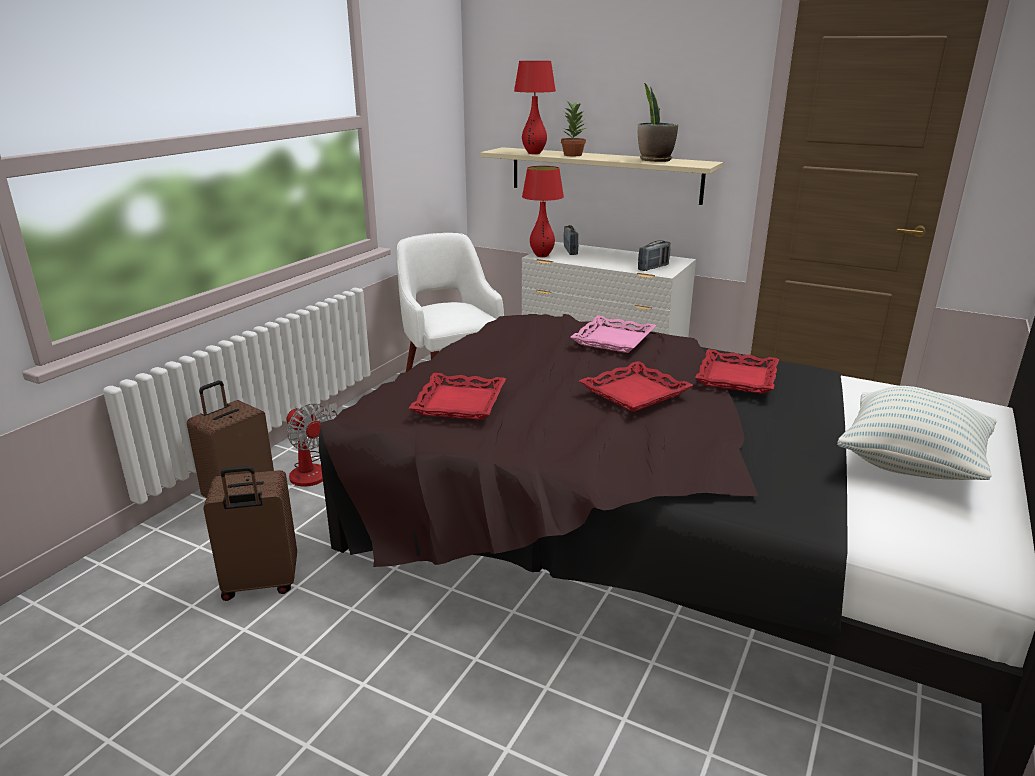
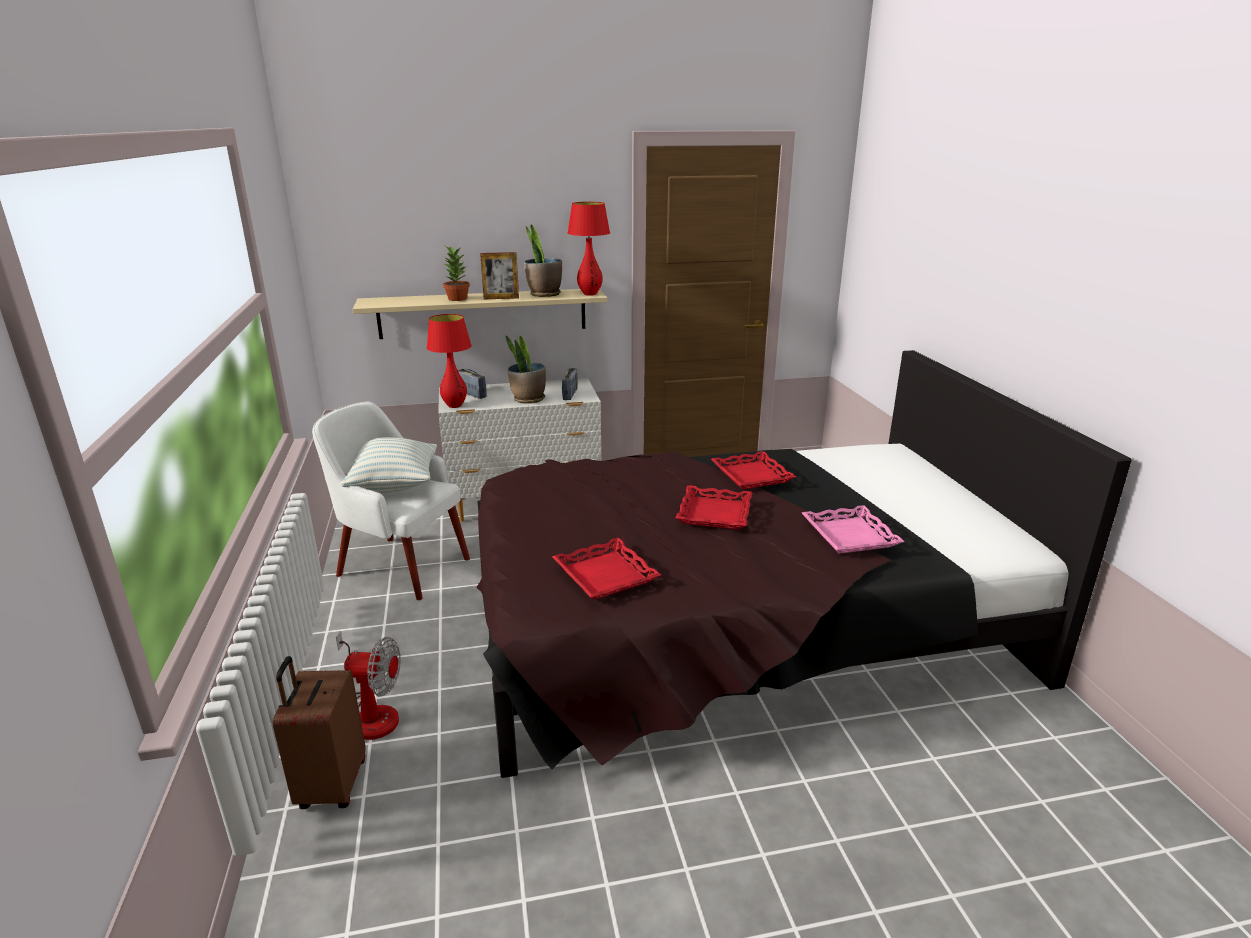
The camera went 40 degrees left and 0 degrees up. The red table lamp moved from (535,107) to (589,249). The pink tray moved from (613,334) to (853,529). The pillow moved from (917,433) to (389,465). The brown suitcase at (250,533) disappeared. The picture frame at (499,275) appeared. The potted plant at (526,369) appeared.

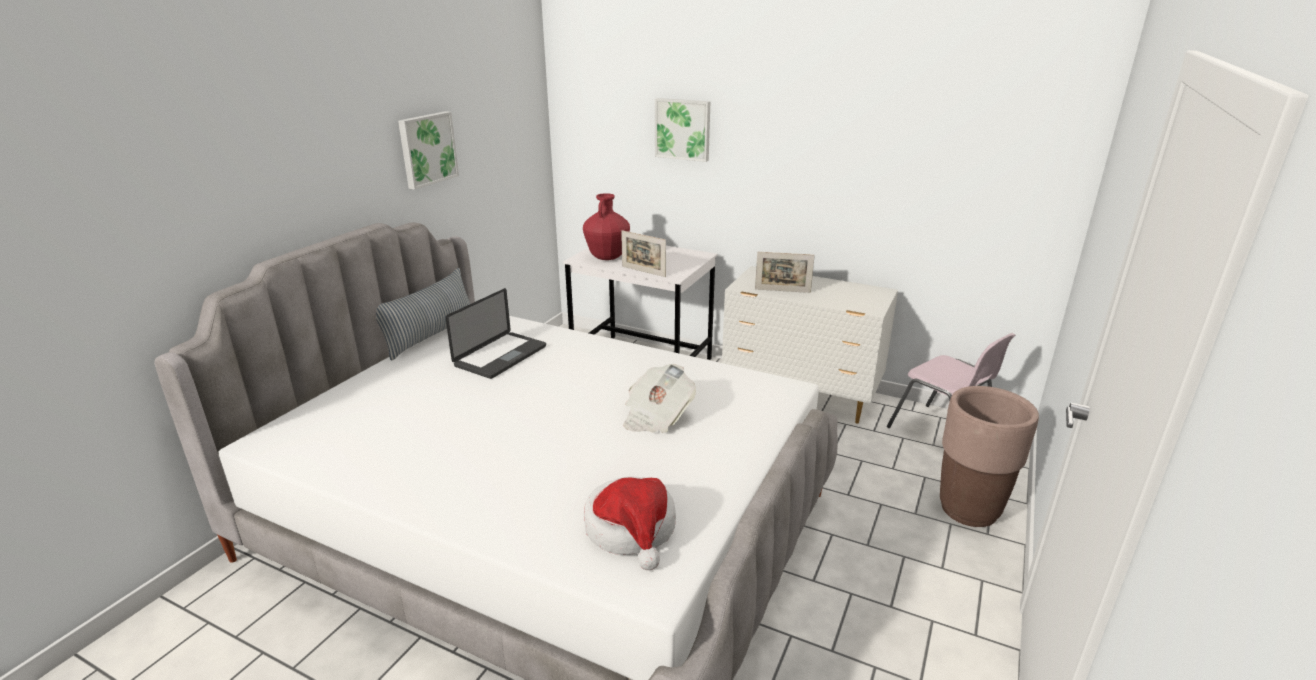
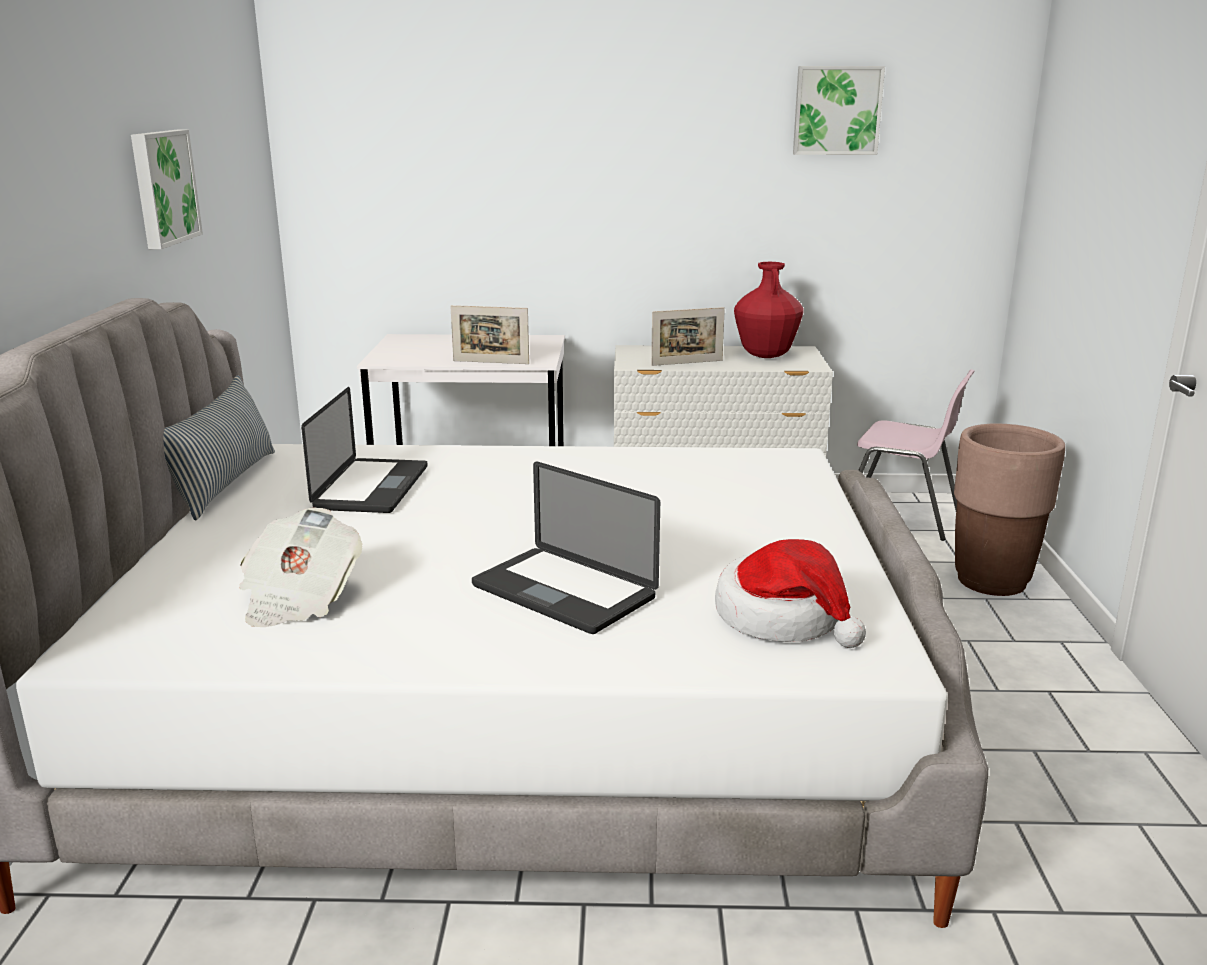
The camera went 25 degrees left and 5 degrees down. The picture moved from (682,130) to (839,110). The red vase moved from (606,226) to (769,310). The newspaper moved from (660,398) to (301,567). The laptop at (566,548) appeared.

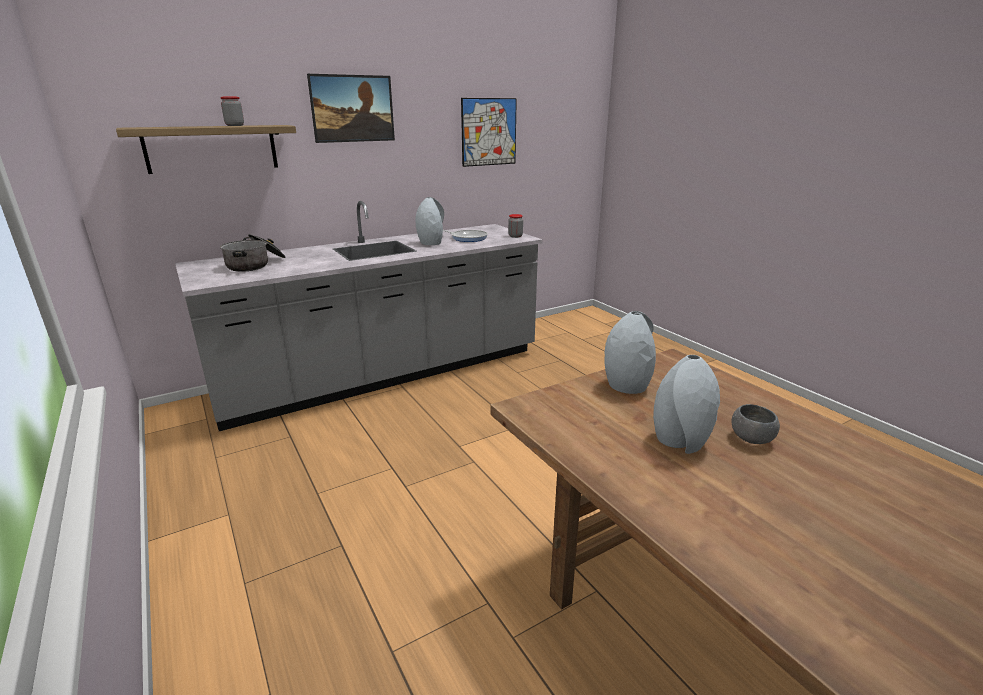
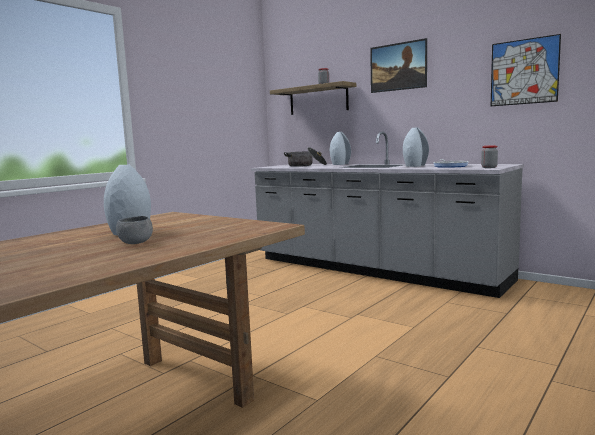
The camera went 70 degrees right and 15 degrees down. The grey vase moved from (630,352) to (340,148).

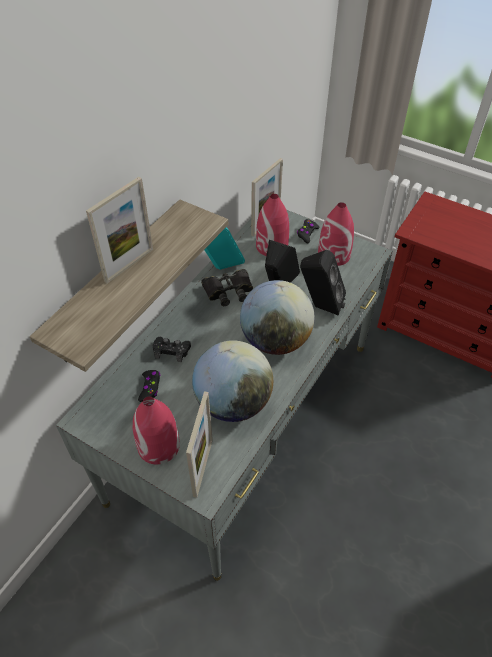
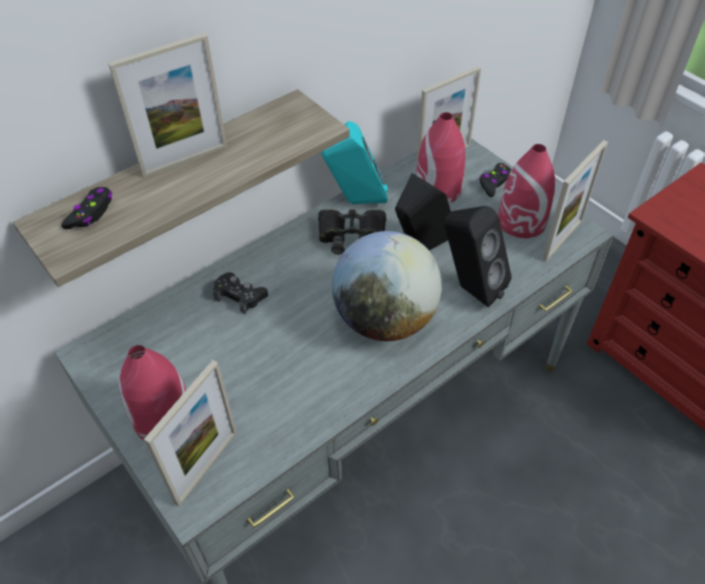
The camera went 20 degrees right and 0 degrees up. The globe at (232,381) disappeared. The black game controller moved from (149,386) to (86,208). The picture frame at (575,201) appeared.

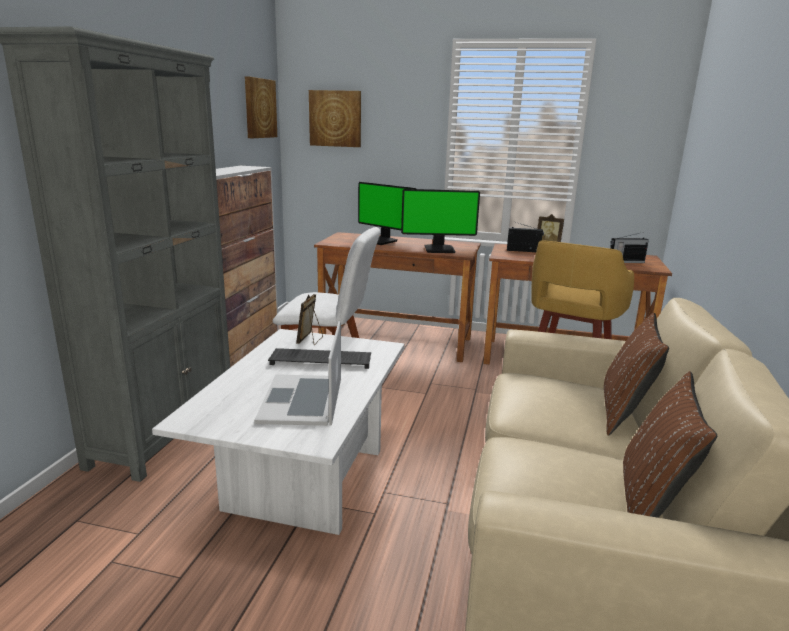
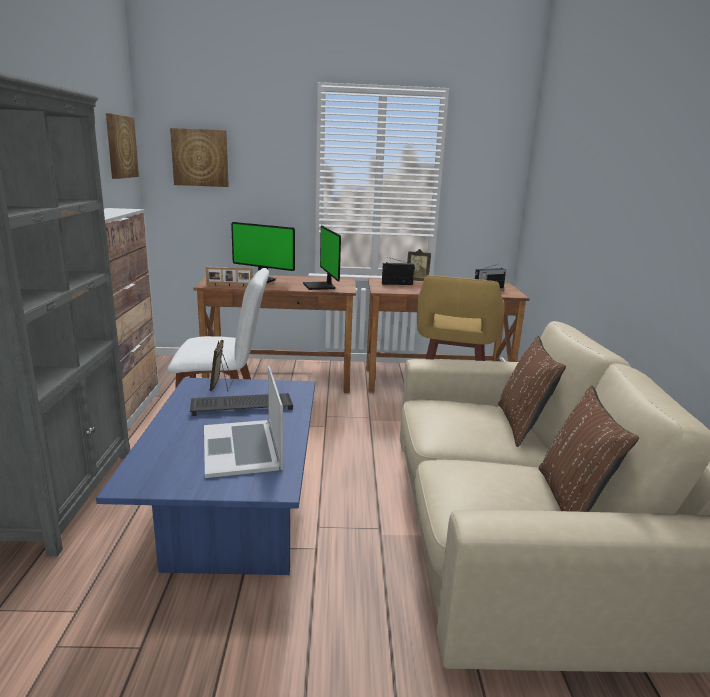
The camera went 15 degrees left and 0 degrees up. The monitor at (440,221) turned 90 degrees clockwise. The white coffee table at (278,432) became the blue coffee table at (205,476). The picture frame at (229,277) appeared.

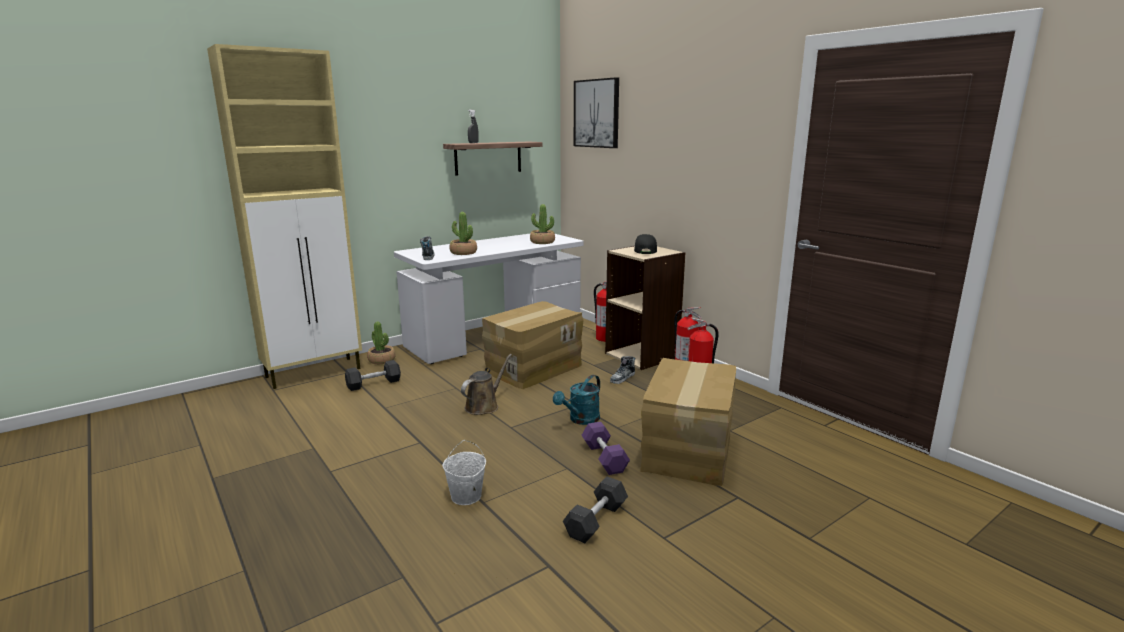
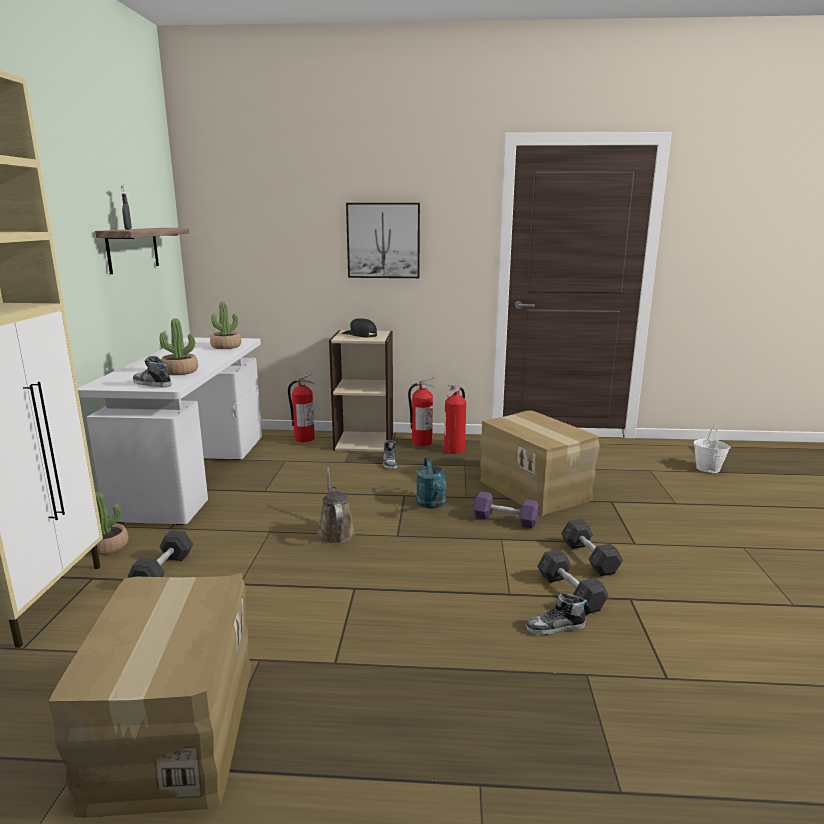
The camera went 50 degrees left and 0 degrees up. The picture moved from (596,112) to (383,240). The cardboard box moved from (532,345) to (150,695). The white bucket moved from (464,472) to (712,450). The grey dumbbell at (573,582) appeared. The shoe at (557,614) appeared.

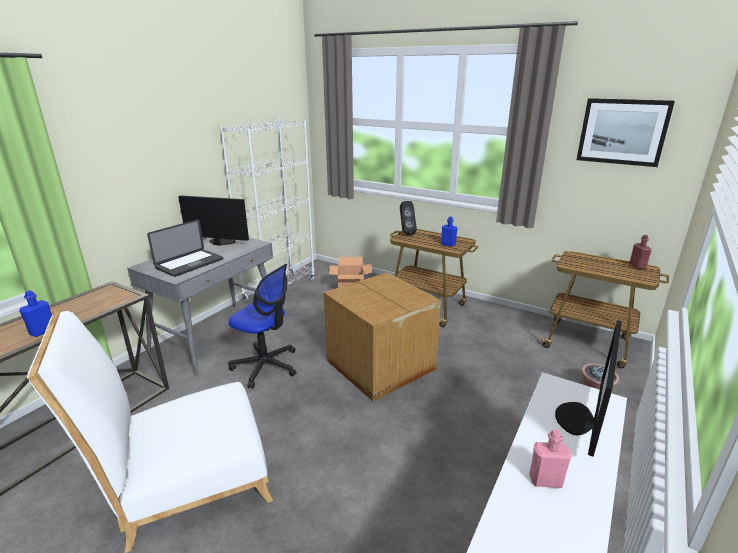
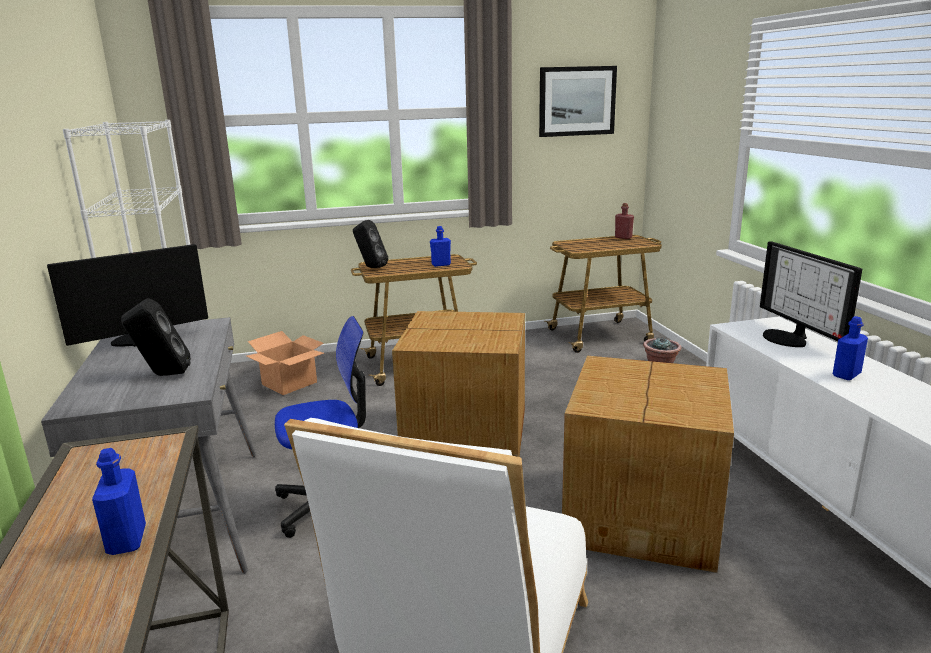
The camera went 45 degrees left and 5 degrees down. The laptop at (185,248) was replaced by the black speaker at (156,337). The pink bottle at (550,458) became the blue bottle at (850,348). The cardboard box at (648,464) appeared.

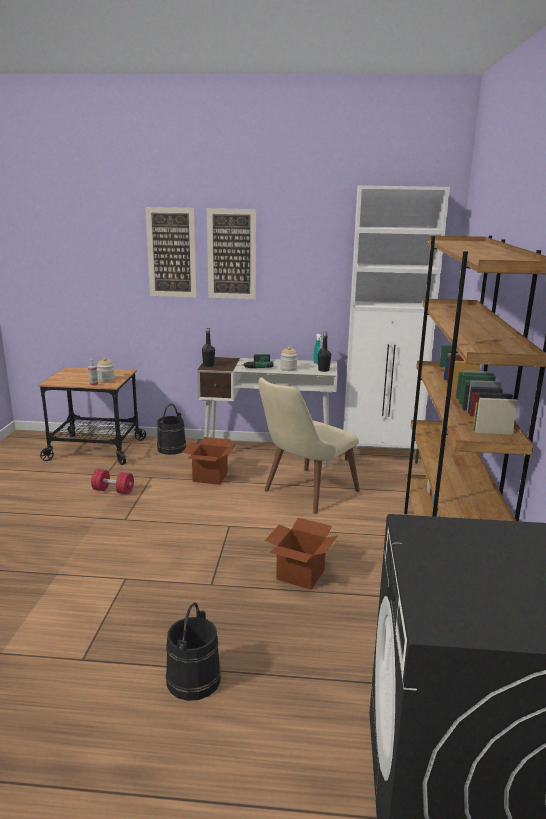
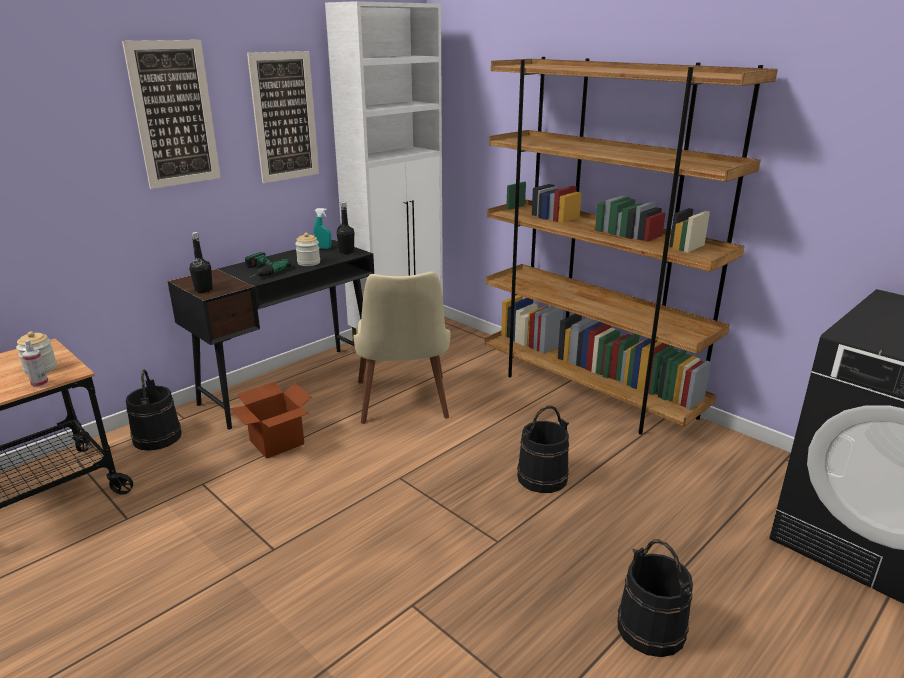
The camera went 50 degrees left and 5 degrees up. The picture moved from (171,252) to (283,117). The white desk at (267,412) became the black desk at (271,335). The red dumbbell at (112,481) disappeared. The cardboard box at (301,554) was replaced by the black bucket at (543,449).

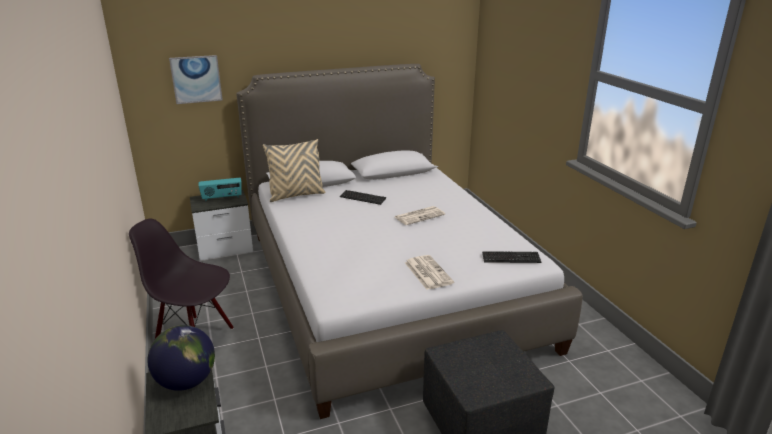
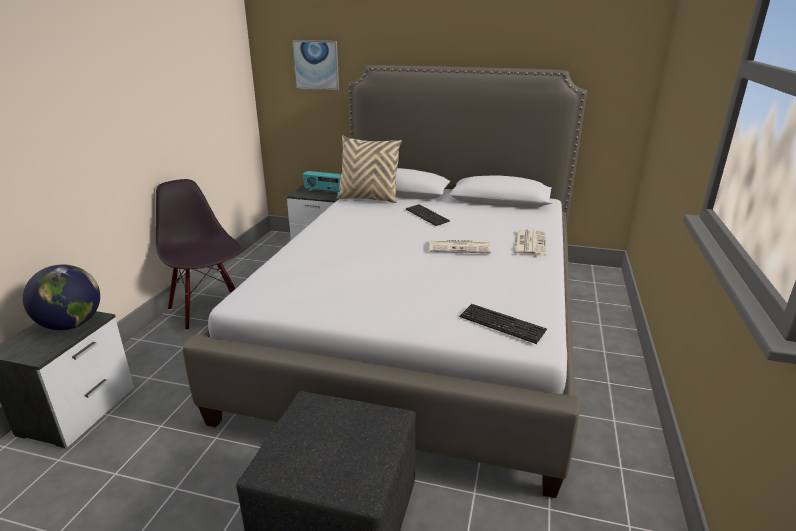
The camera went 35 degrees right and 0 degrees up. The newspaper moved from (429,272) to (529,243).

